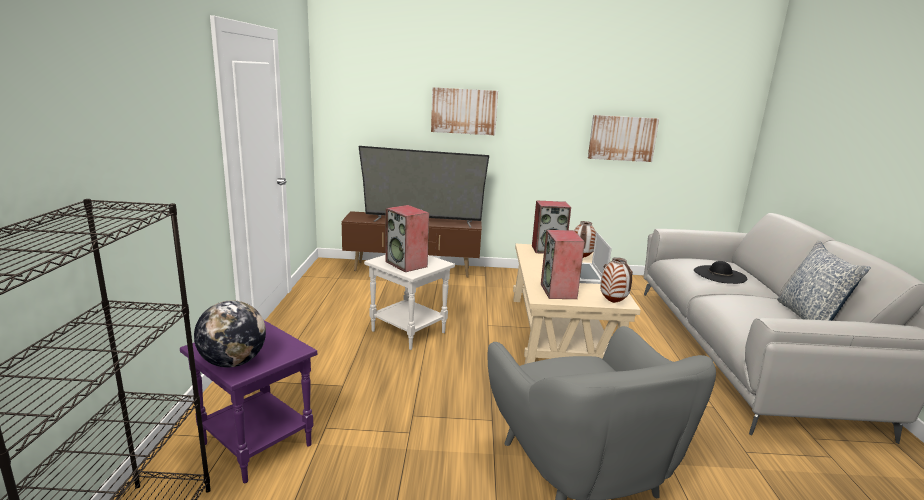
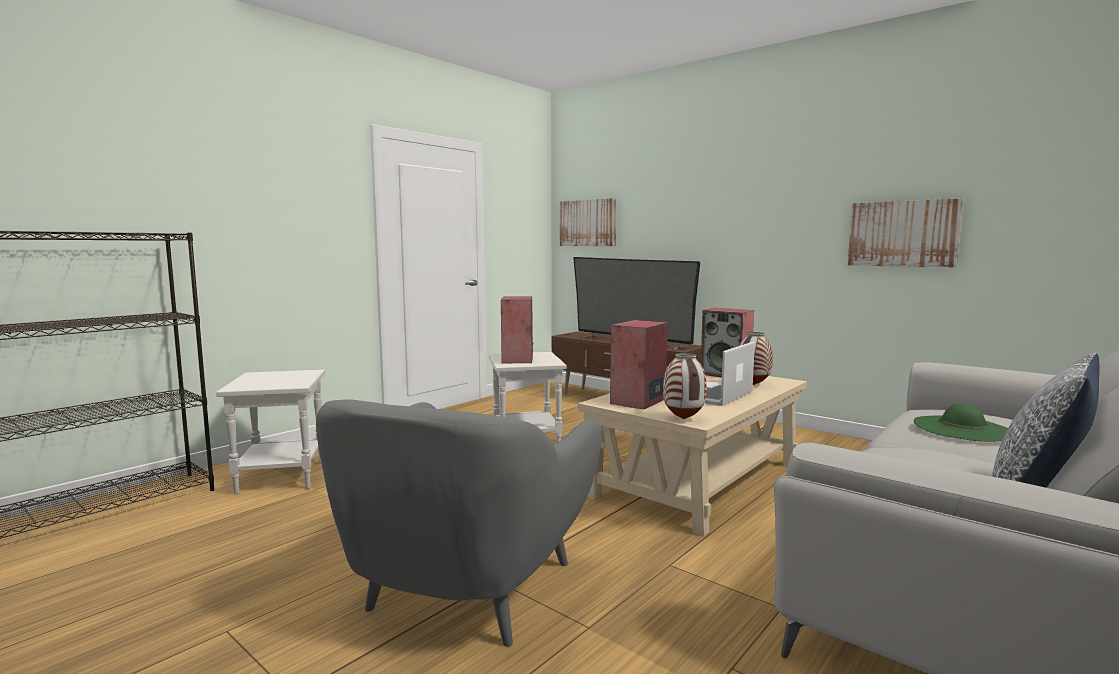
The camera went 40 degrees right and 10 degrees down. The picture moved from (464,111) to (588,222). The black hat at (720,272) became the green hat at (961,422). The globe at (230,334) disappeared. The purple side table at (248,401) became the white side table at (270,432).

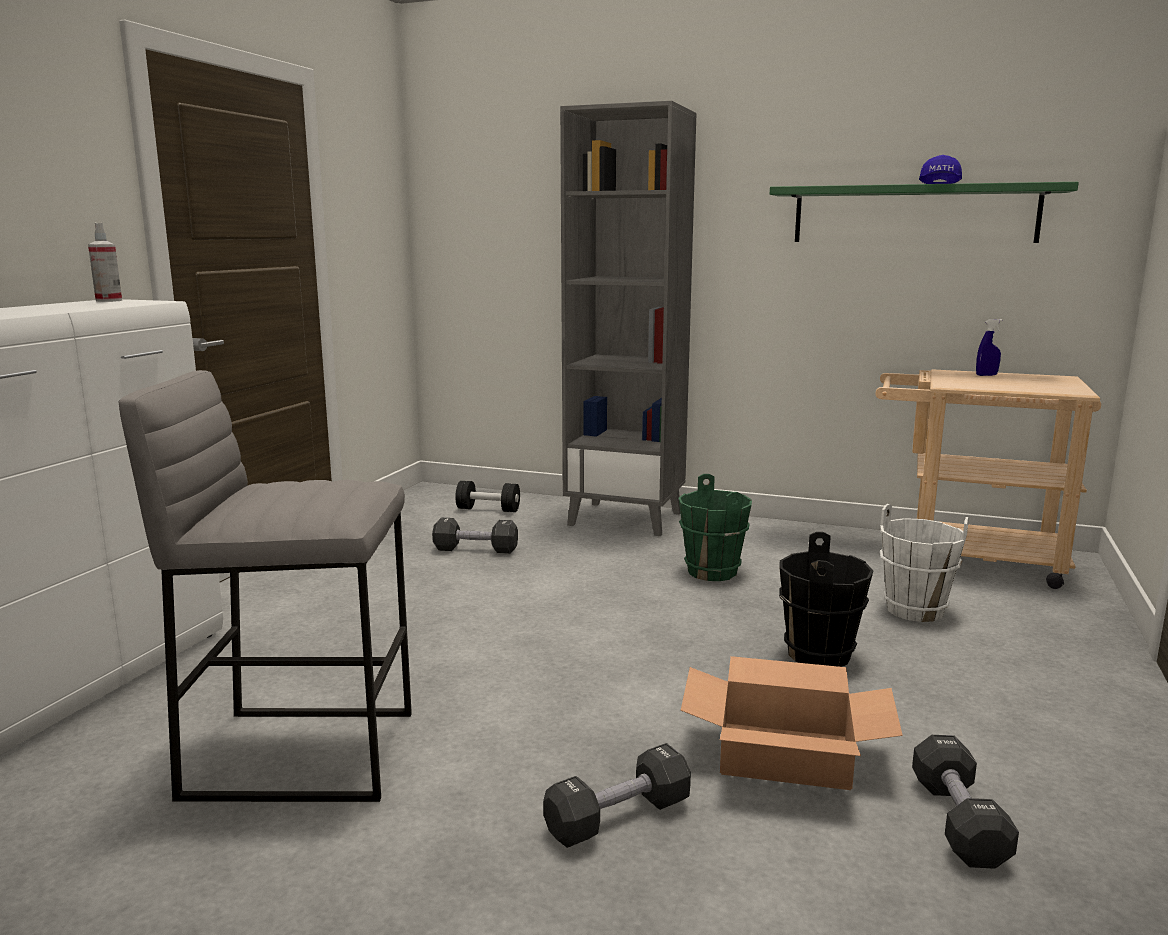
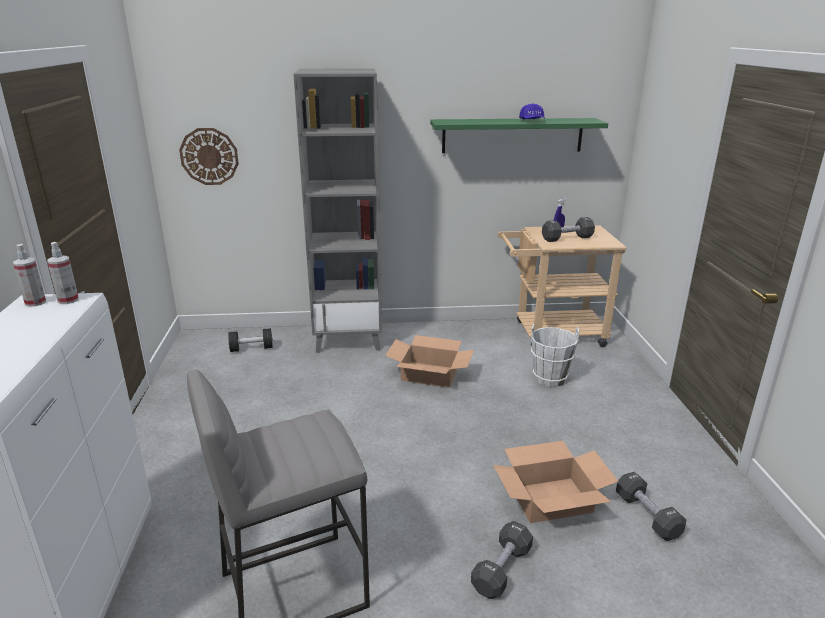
The camera went 25 degrees left and 10 degrees up. The green bucket at (715,527) was replaced by the cardboard box at (429,361). The black dumbbell moved from (475,536) to (568,229). The black bucket at (826,599) disappeared. The wall clock at (209,156) appeared. The spray bottle at (63,273) appeared.

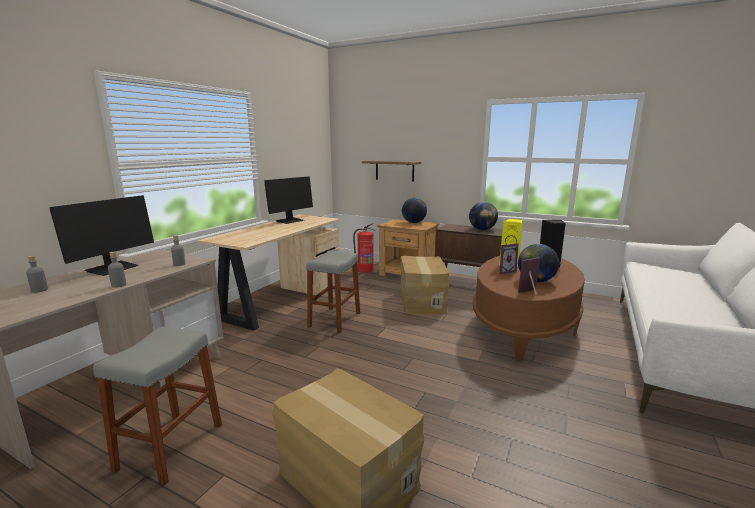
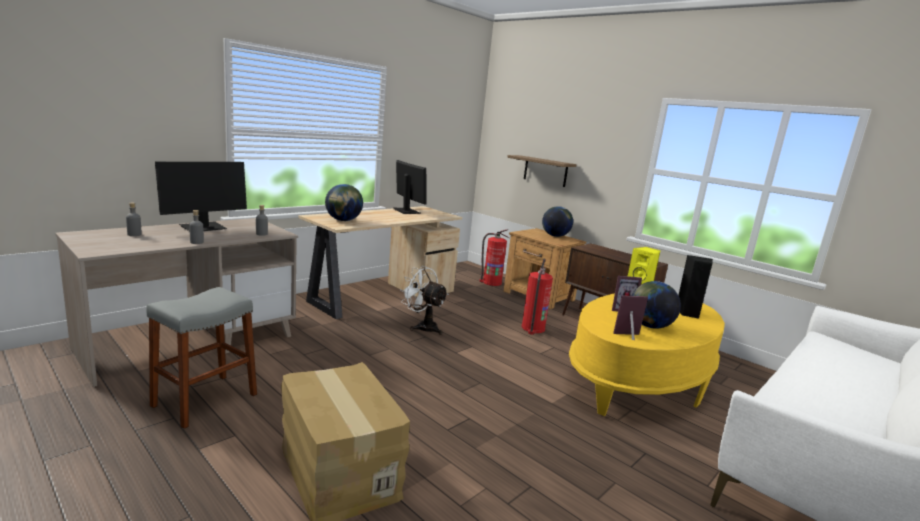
The camera went 15 degrees right and 0 degrees up. The monitor at (288,200) turned 90 degrees counterclockwise. The globe moved from (483,216) to (344,202). The grey stool at (333,291) was replaced by the white fan at (424,300). The cardboard box at (425,285) was replaced by the fire extinguisher at (537,297). The brown coffee table at (529,308) became the yellow coffee table at (647,354).

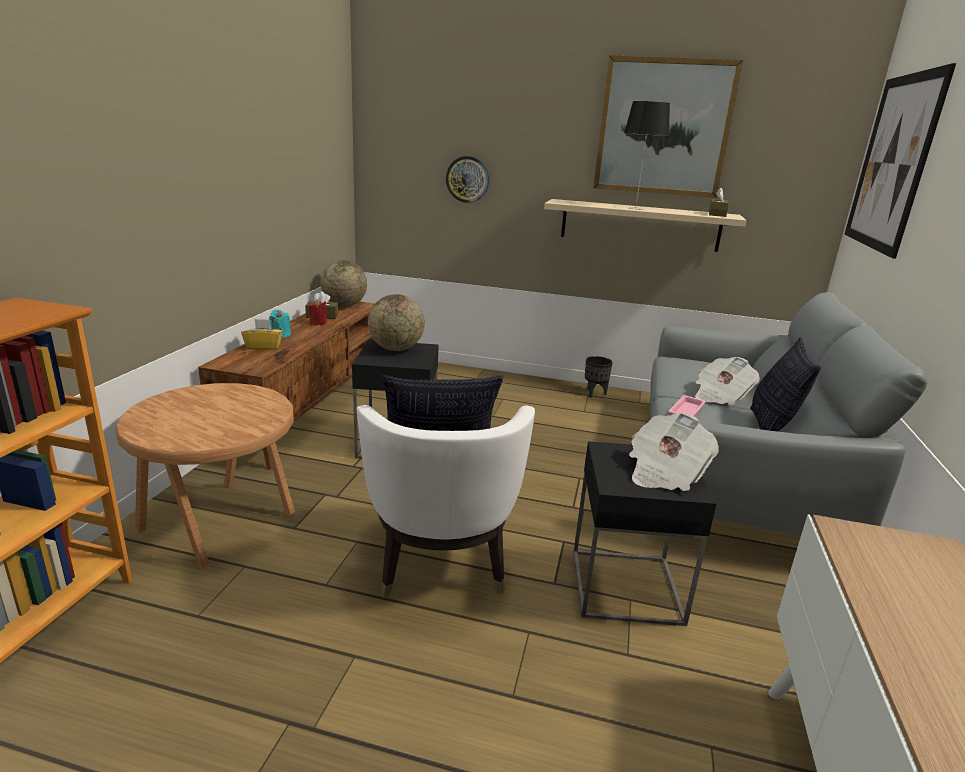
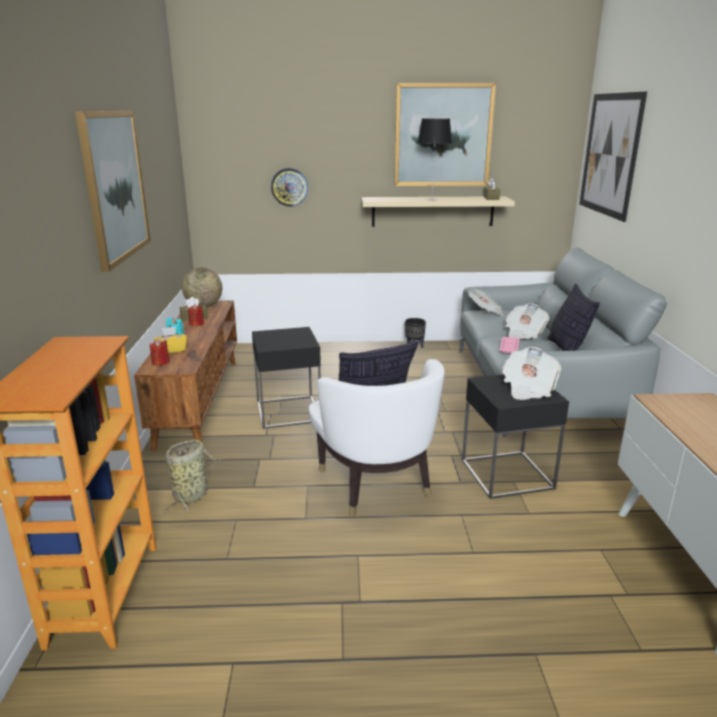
The camera went 15 degrees left and 0 degrees up. The globe at (396,322) disappeared. The brown side table at (205,475) was replaced by the basket at (192,477). The picture at (113,191) appeared. The newspaper at (485,301) appeared. The red candle at (160,352) appeared.

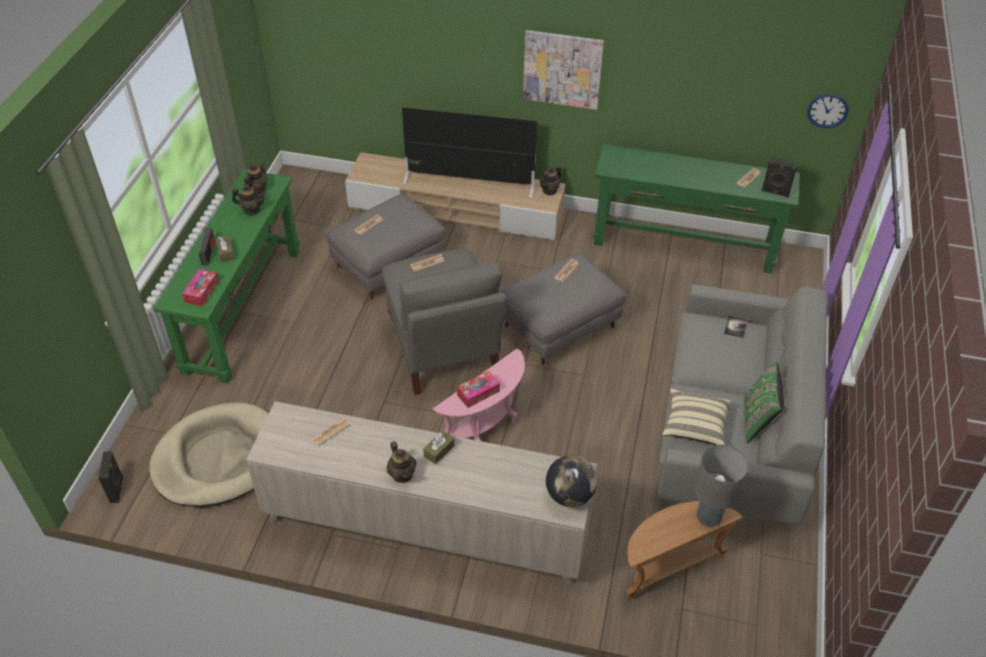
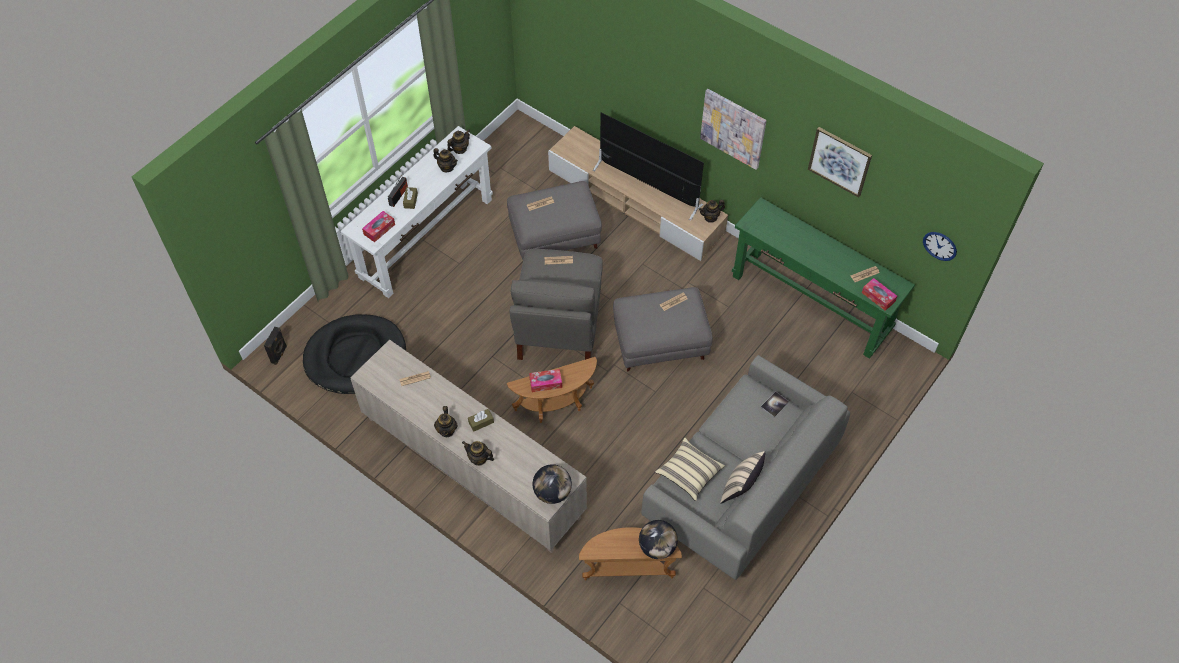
The camera went 25 degrees right and 10 degrees up. The black speaker at (779,177) was replaced by the tissue box at (879,294). The green console table at (226,277) became the white console table at (416,212). The pink side table at (479,395) became the brown side table at (552,390). The green pillow at (764,403) became the beige pillow at (742,477). The beige dog bed at (209,455) became the black dog bed at (354,354). The grey table lamp at (722,486) was replaced by the globe at (658,539). The picture at (840,162) appeared. The teapot at (478,453) appeared.

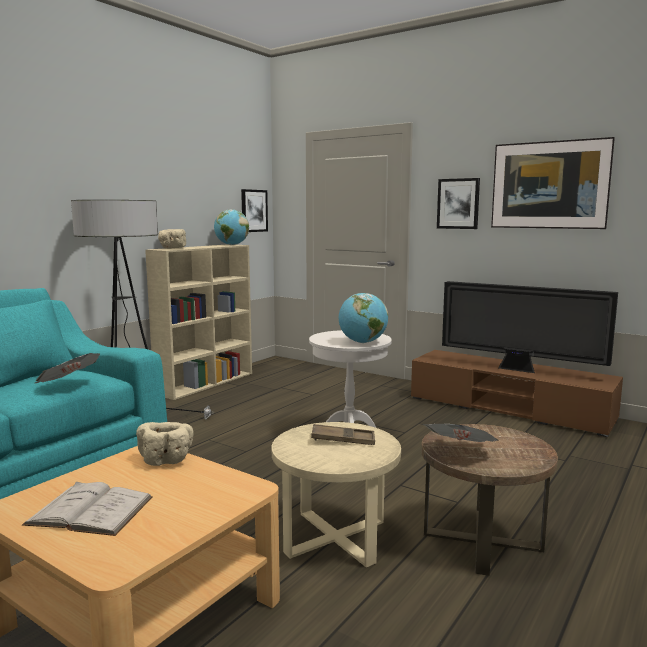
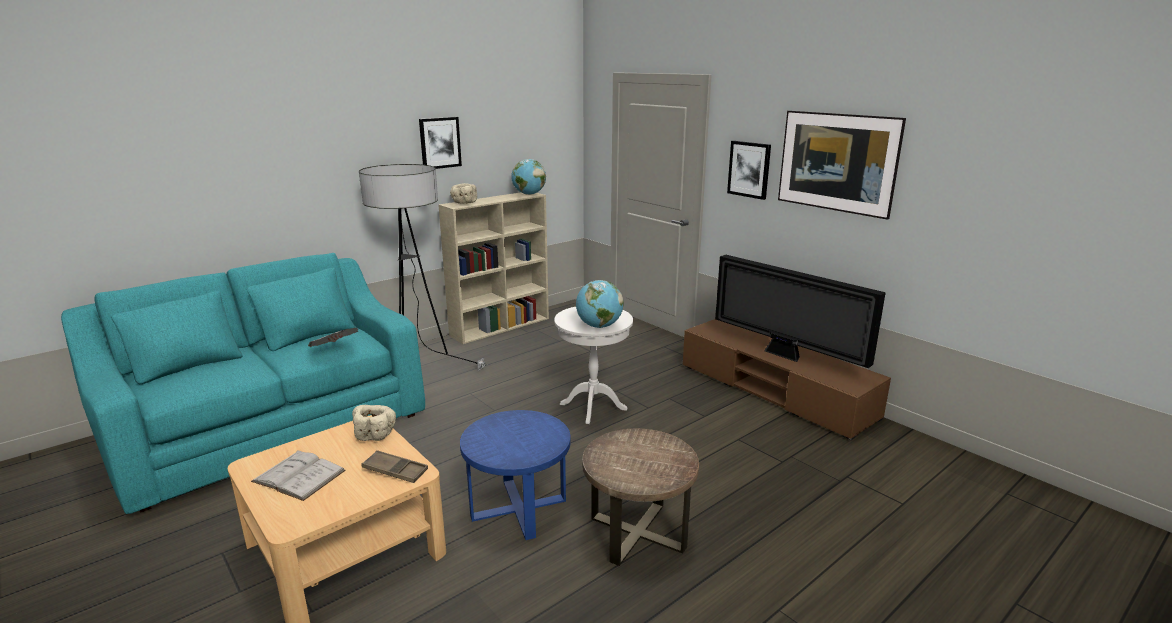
The camera went 15 degrees right and 10 degrees up. The picture moved from (254,210) to (440,143). The beige side table at (336,494) became the blue side table at (515,475). The brown tray moved from (343,434) to (394,466). The newspaper at (460,433) disappeared.

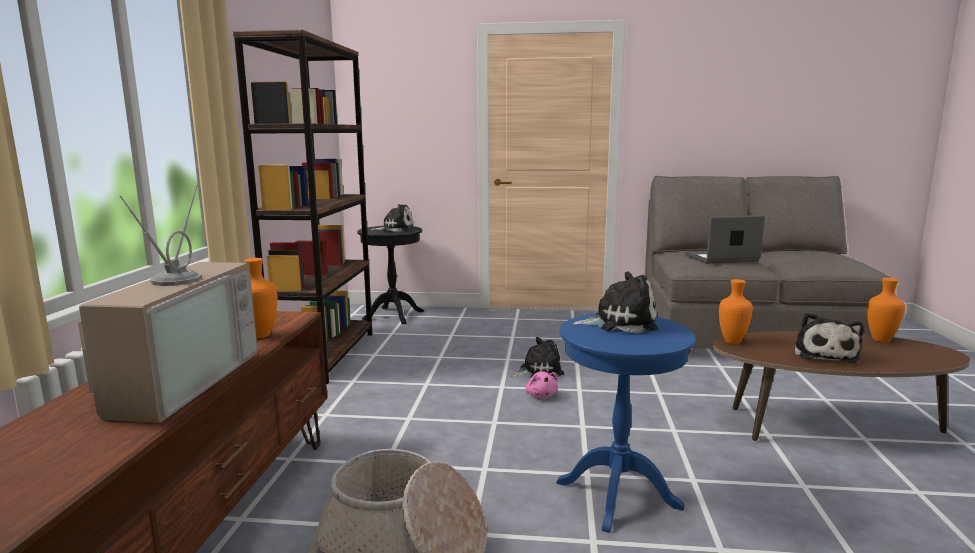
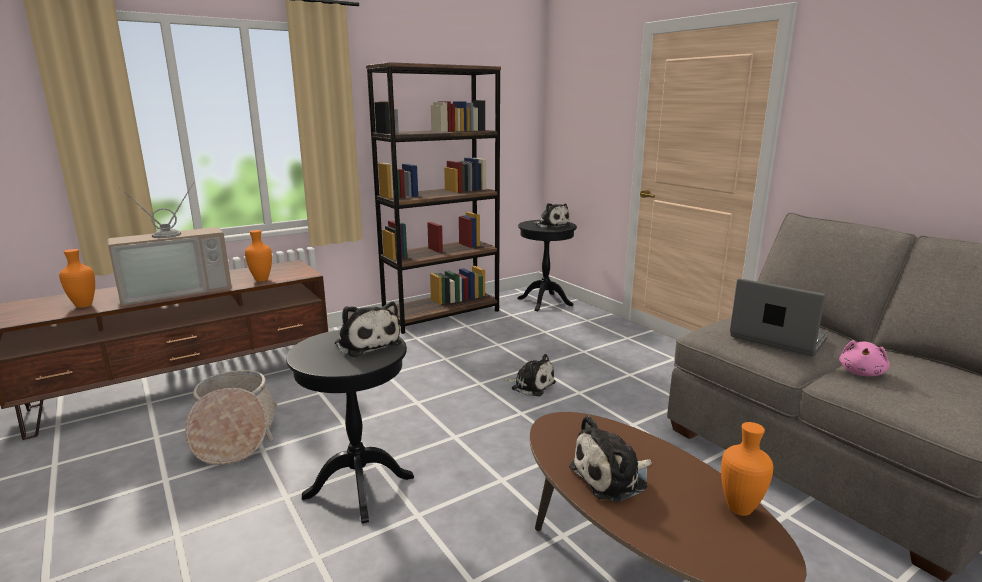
The camera went 50 degrees right and 5 degrees up. The orange vase moved from (736,311) to (77,278). The blue side table at (626,423) became the black side table at (350,427). The pink plush toy moved from (542,384) to (864,358).

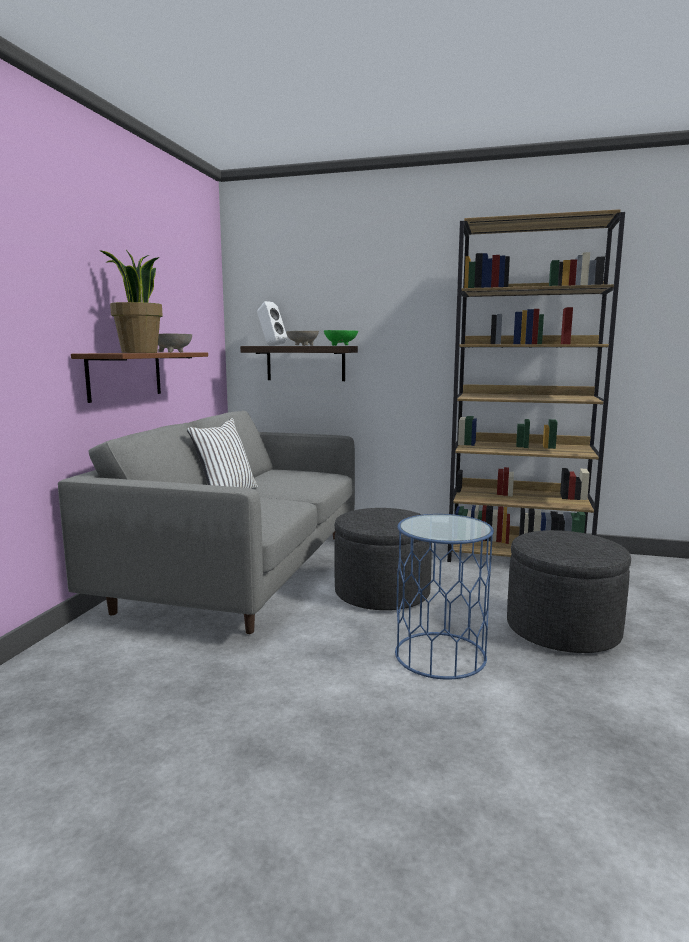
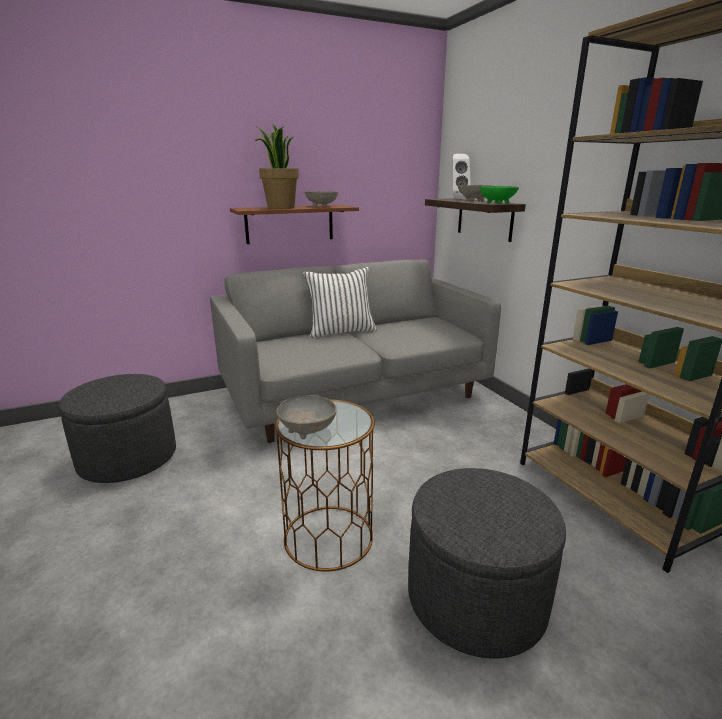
The camera went 50 degrees right and 10 degrees up. The grey ottoman moved from (383,559) to (117,428). The blue side table at (444,596) became the brown side table at (324,485). The grey bowl at (307,417) appeared.

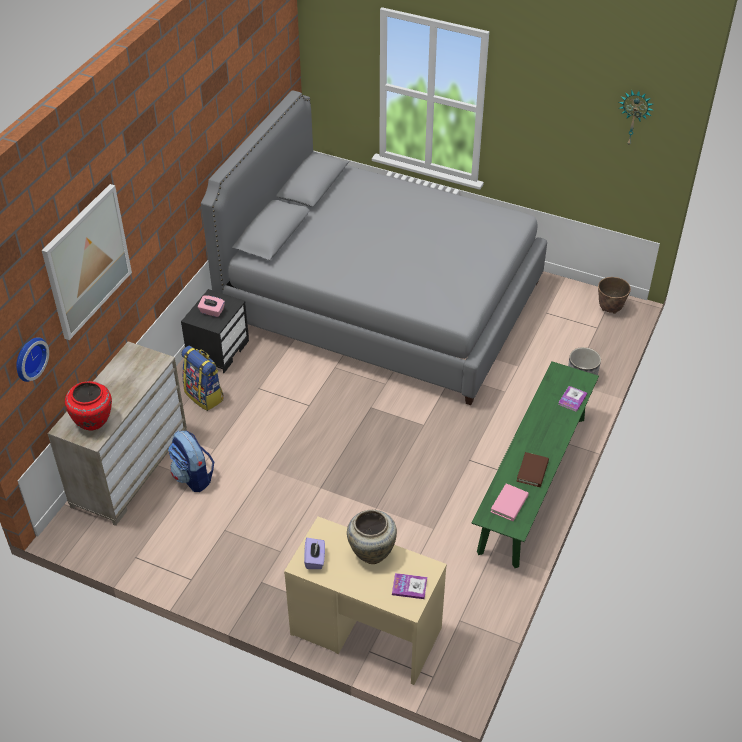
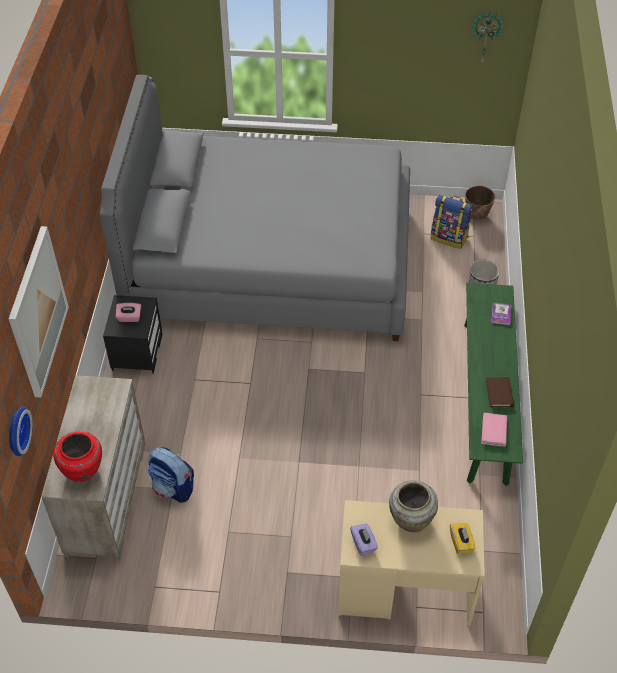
The camera went 20 degrees left and 5 degrees up. The backpack moved from (202,378) to (451,222). The book at (409,586) was replaced by the yellow tissue box at (463,539).

